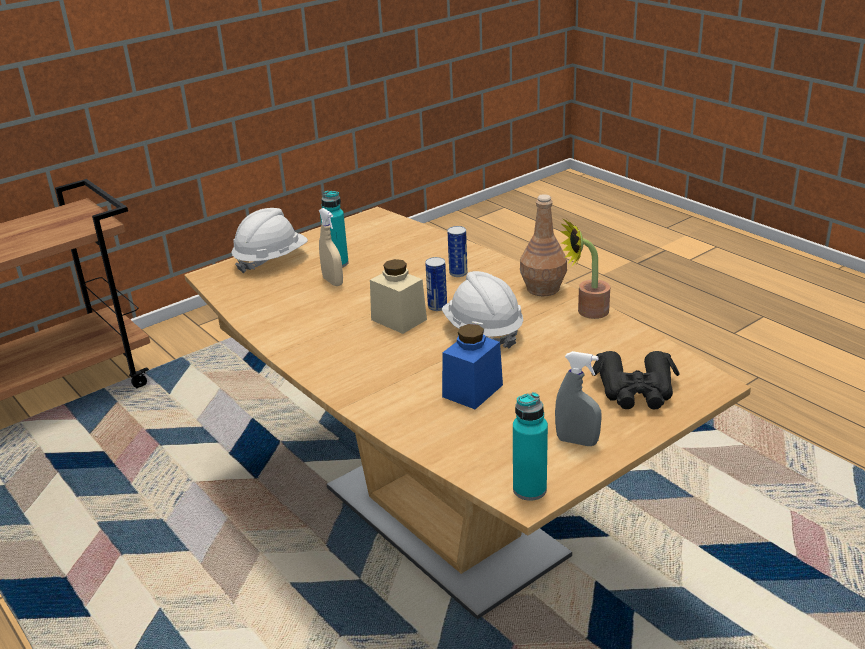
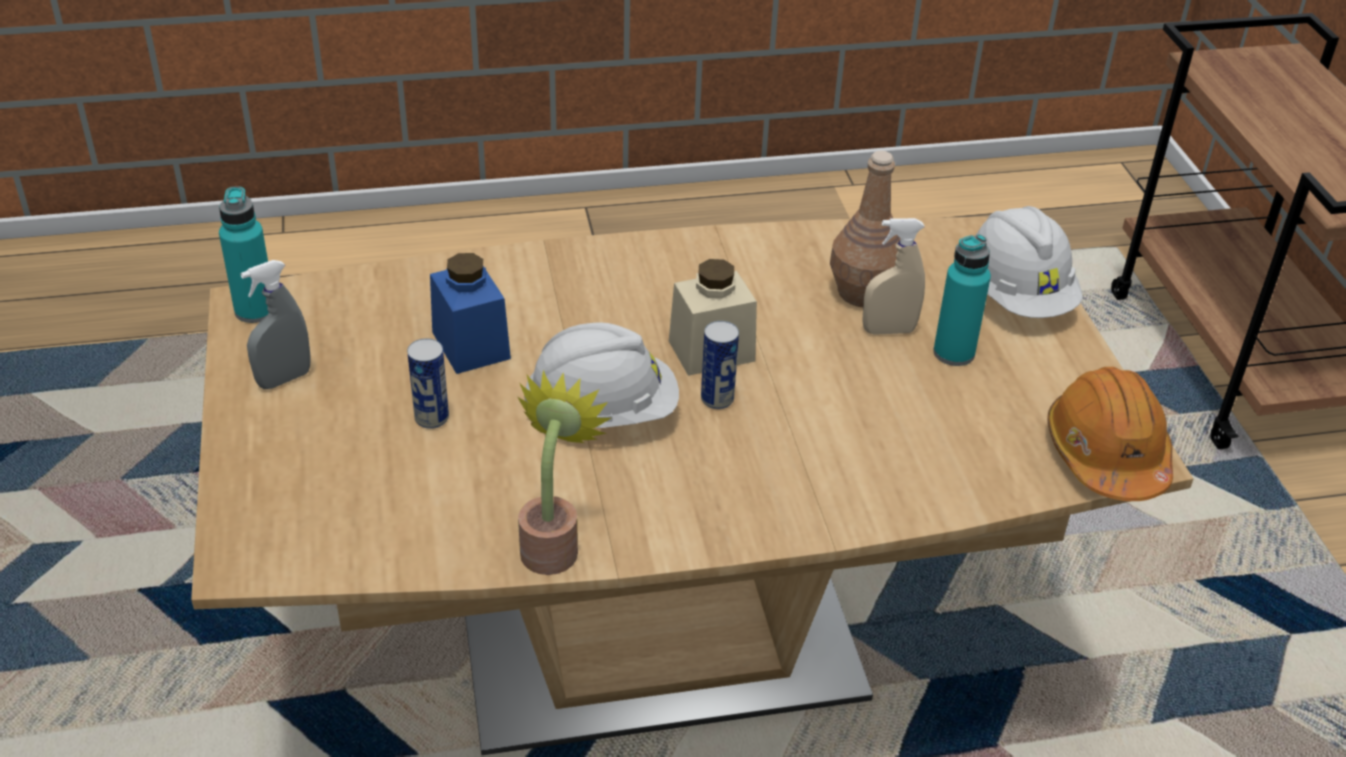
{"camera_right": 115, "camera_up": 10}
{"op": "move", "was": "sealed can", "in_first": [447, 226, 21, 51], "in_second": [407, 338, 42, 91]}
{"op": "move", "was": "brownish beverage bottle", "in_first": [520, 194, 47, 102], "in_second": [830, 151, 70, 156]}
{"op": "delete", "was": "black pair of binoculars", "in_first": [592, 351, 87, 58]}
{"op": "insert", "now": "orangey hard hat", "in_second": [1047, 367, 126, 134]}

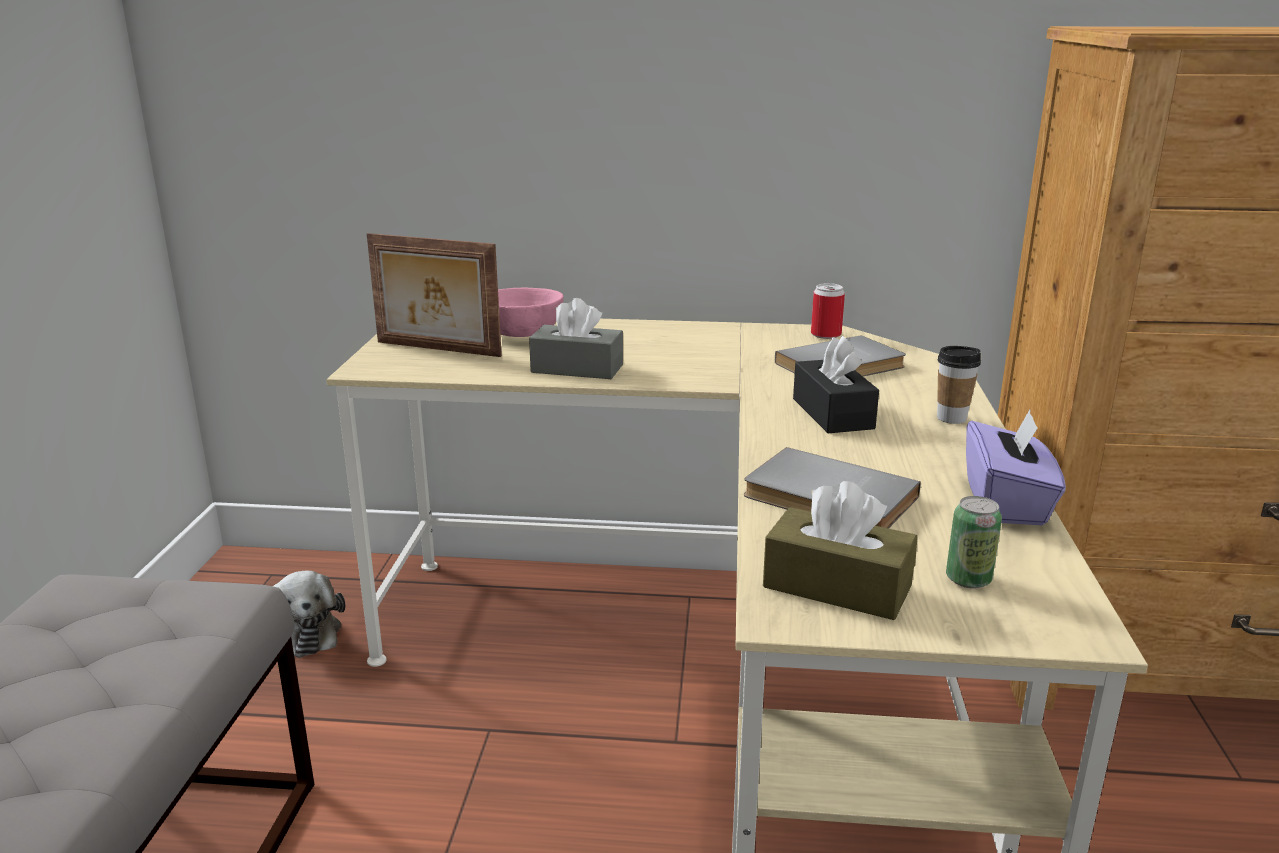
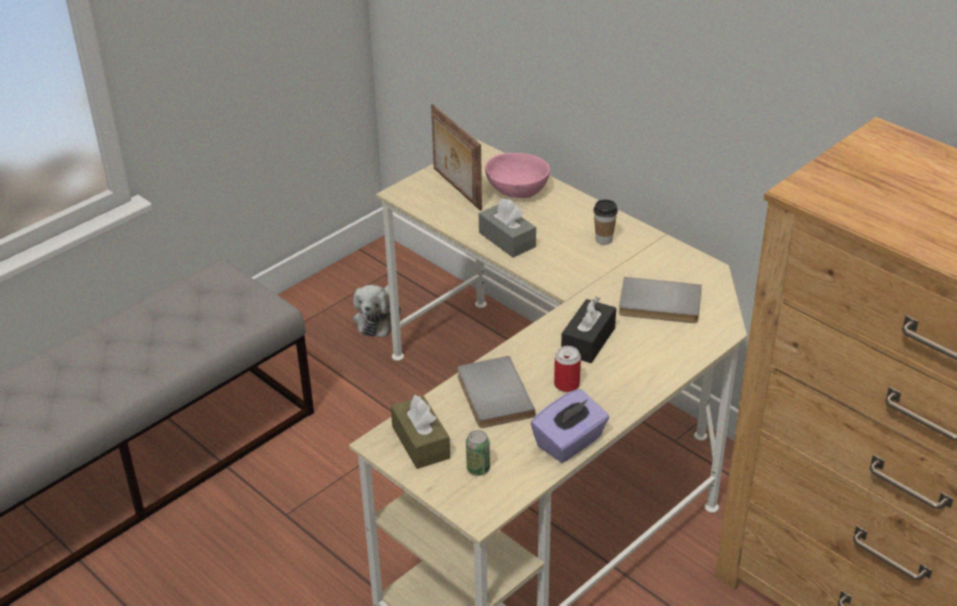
{"camera_right": 40, "camera_up": 15}
{"op": "move", "was": "sealed can", "in_first": [811, 283, 34, 56], "in_second": [554, 346, 27, 46]}
{"op": "move", "was": "drinking cup", "in_first": [937, 346, 44, 78], "in_second": [593, 199, 25, 46]}

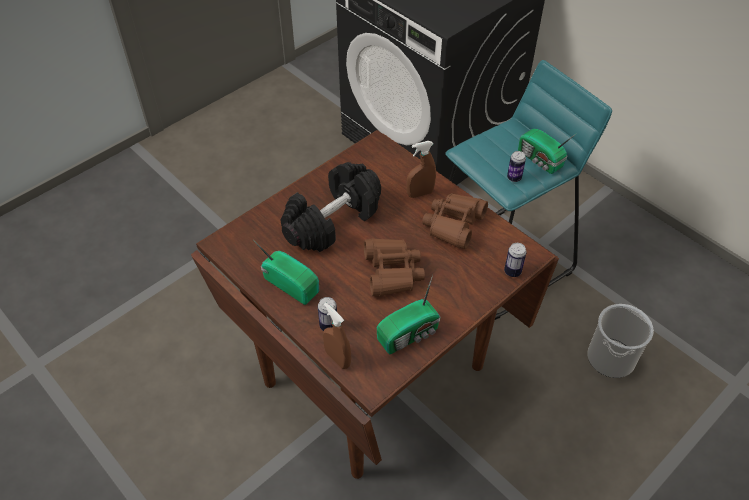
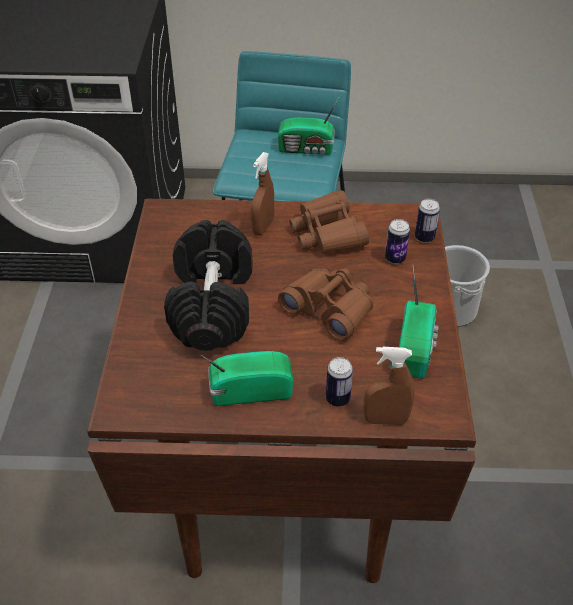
{"camera_right": -45, "camera_up": -5}
{"op": "move", "was": "sealed can", "in_first": [507, 151, 19, 31], "in_second": [385, 219, 25, 45]}

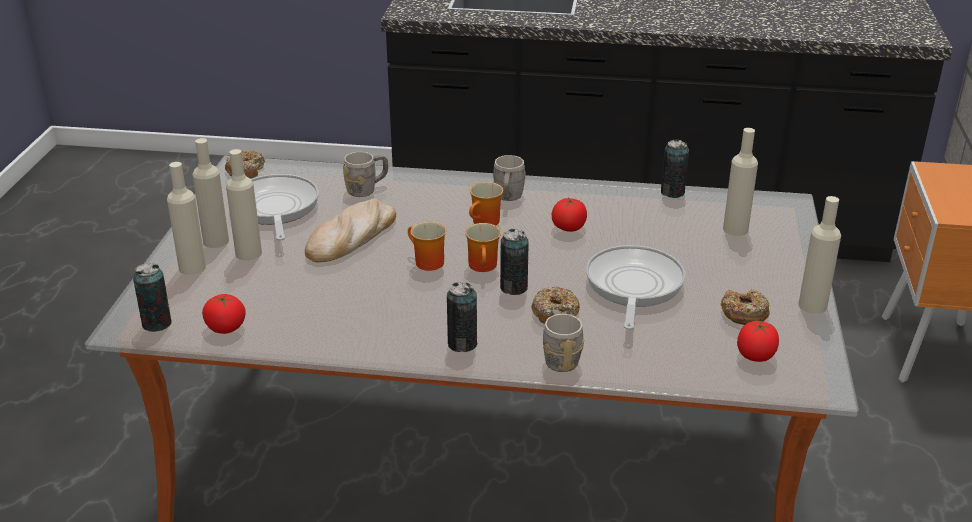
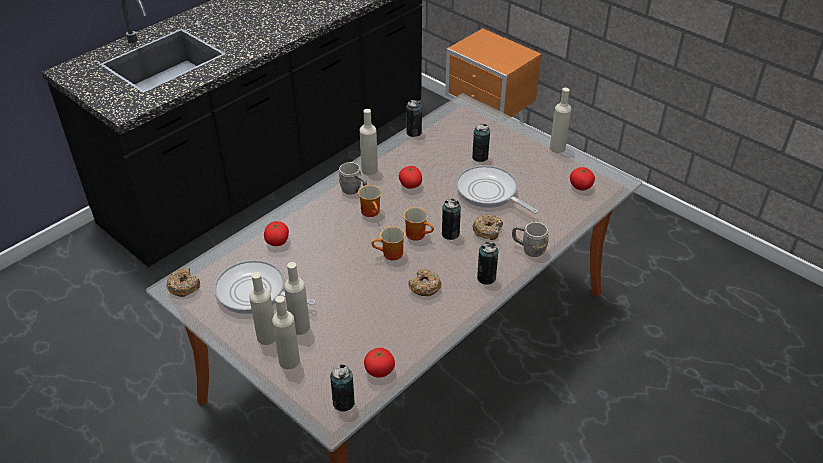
{"camera_right": -55, "camera_up": 10}
{"op": "delete", "was": "baked bread", "in_first": [305, 199, 91, 63]}
{"op": "replace", "was": "gray mug", "now": "whole tomato", "in_first": [343, 152, 45, 45], "in_second": [264, 221, 25, 25]}
{"op": "move", "was": "doughnut", "in_first": [721, 289, 49, 36], "in_second": [408, 269, 34, 27]}
{"op": "move", "was": "beige beverage bottle", "in_first": [723, 128, 35, 108], "in_second": [360, 109, 18, 66]}
{"op": "insert", "now": "sealed can", "in_second": [472, 124, 18, 38]}

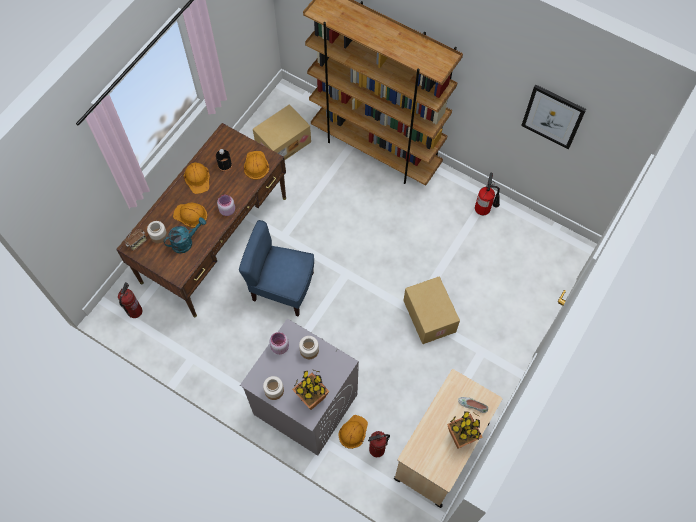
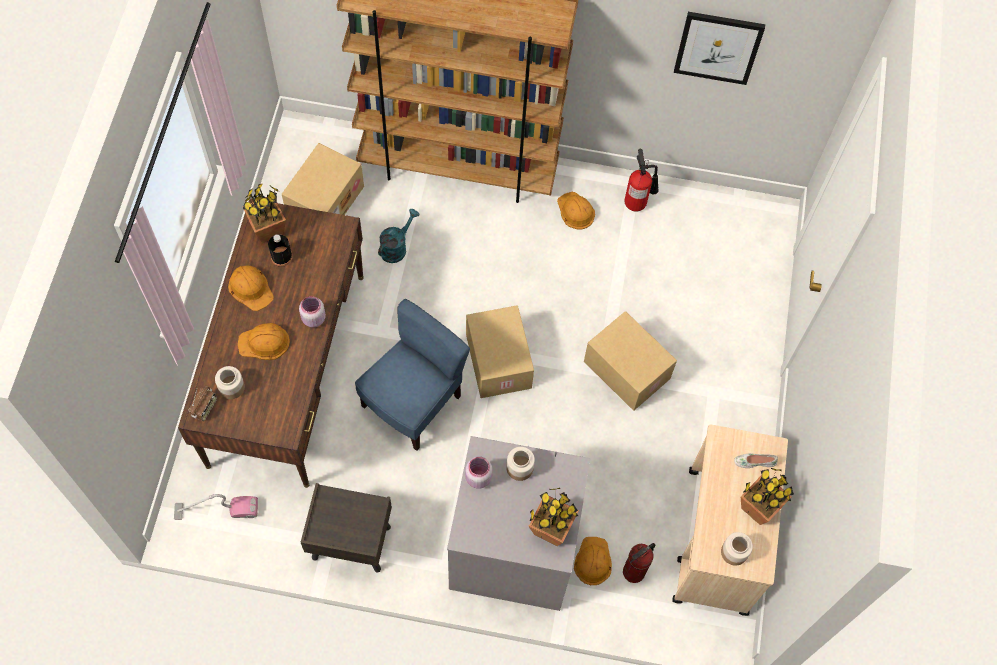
{"camera_right": -25, "camera_up": 0}
{"op": "replace", "was": "extinguisher", "now": "hoover", "in_first": [118, 282, 25, 36], "in_second": [174, 494, 84, 26]}
{"op": "move", "was": "blue-green watering can", "in_first": [163, 217, 43, 37], "in_second": [378, 209, 41, 54]}
{"op": "rotate", "was": "bluish chair", "in_first": [239, 220, 75, 97], "in_second": [355, 299, 115, 152], "clockwise": 135}
{"op": "move", "was": "orangey hard hat", "in_first": [244, 151, 25, 29], "in_second": [557, 192, 38, 37]}
{"op": "move", "was": "storage jar", "in_first": [263, 376, 21, 24], "in_second": [721, 532, 32, 34]}
{"op": "insert", "now": "potted plant", "in_second": [242, 183, 44, 60]}
{"op": "insert", "now": "brownish night table", "in_second": [301, 483, 91, 90]}
{"op": "insert", "now": "carton", "in_second": [466, 305, 68, 93]}

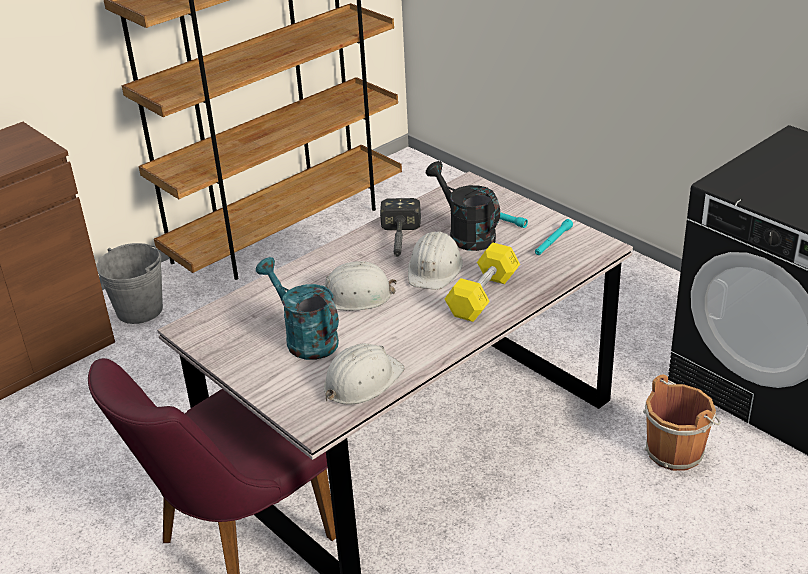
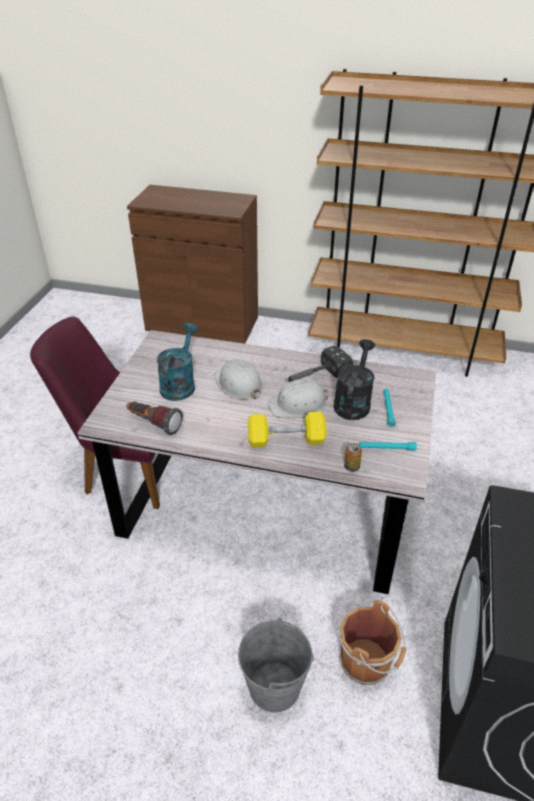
{"camera_right": 55, "camera_up": 5}
{"op": "move", "was": "gray bucket", "in_first": [96, 243, 67, 81], "in_second": [238, 617, 76, 96]}
{"op": "replace", "was": "whitish hard hat", "now": "hand torch", "in_first": [324, 344, 81, 60], "in_second": [126, 401, 57, 34]}
{"op": "insert", "now": "sealed can", "in_second": [344, 443, 18, 29]}

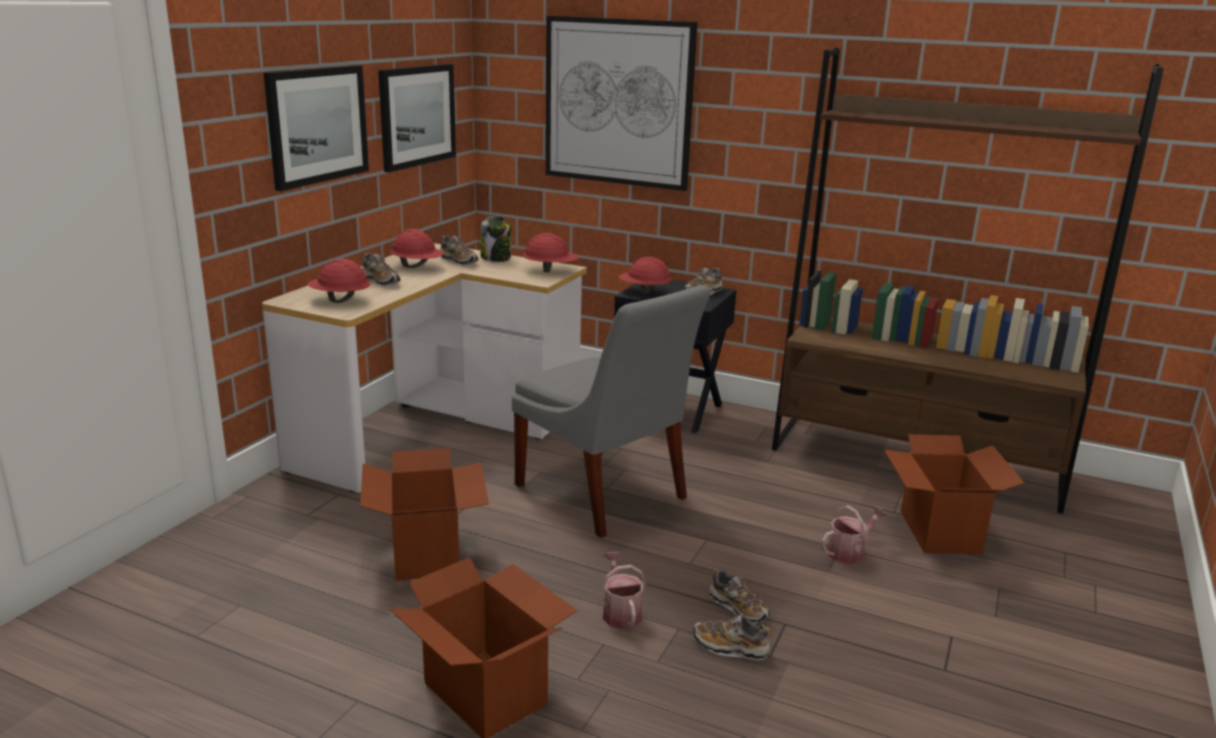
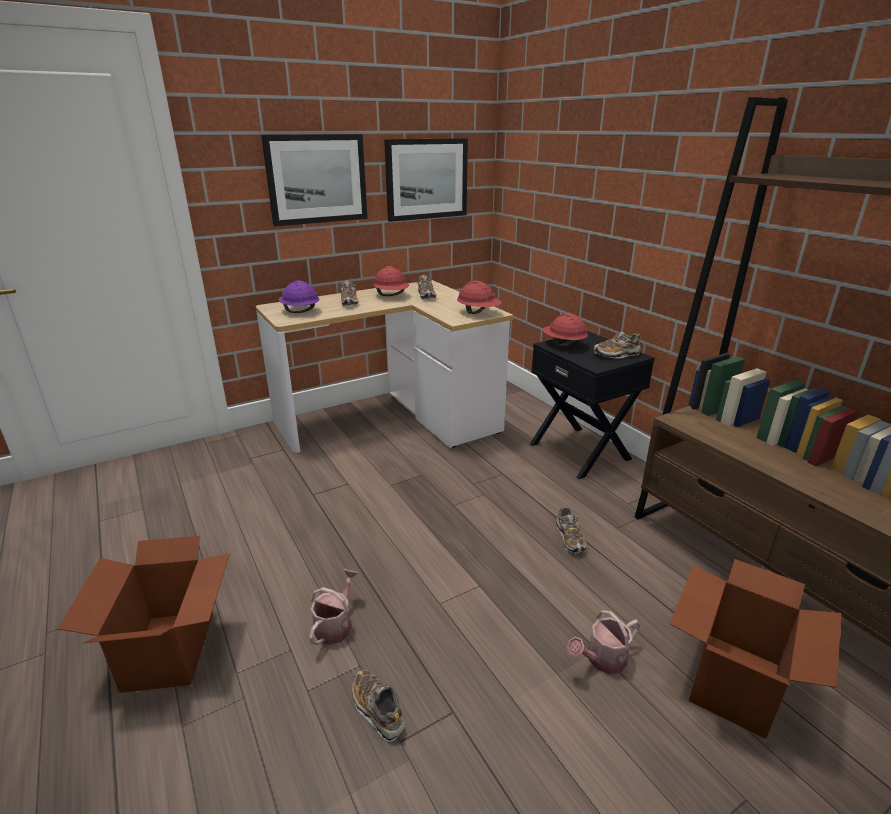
{"camera_right": 35, "camera_up": 5}
{"op": "recolor", "was": "red hard hat", "now": "purple-coloured hard hat", "in_first": [308, 259, 62, 44], "in_second": [278, 280, 41, 33]}
{"op": "delete", "was": "carton", "in_first": [360, 448, 129, 133]}
{"op": "delete", "was": "storage jar", "in_first": [481, 216, 30, 46]}
{"op": "delete", "was": "gray chair", "in_first": [512, 285, 199, 253]}
{"op": "delete", "was": "wall picture", "in_first": [546, 16, 151, 175]}
{"op": "move", "was": "low shoe", "in_first": [709, 569, 61, 55], "in_second": [556, 505, 30, 49]}
{"op": "rotate", "was": "watering can", "in_first": [821, 505, 66, 59], "in_second": [567, 610, 74, 64], "clockwise": 150}

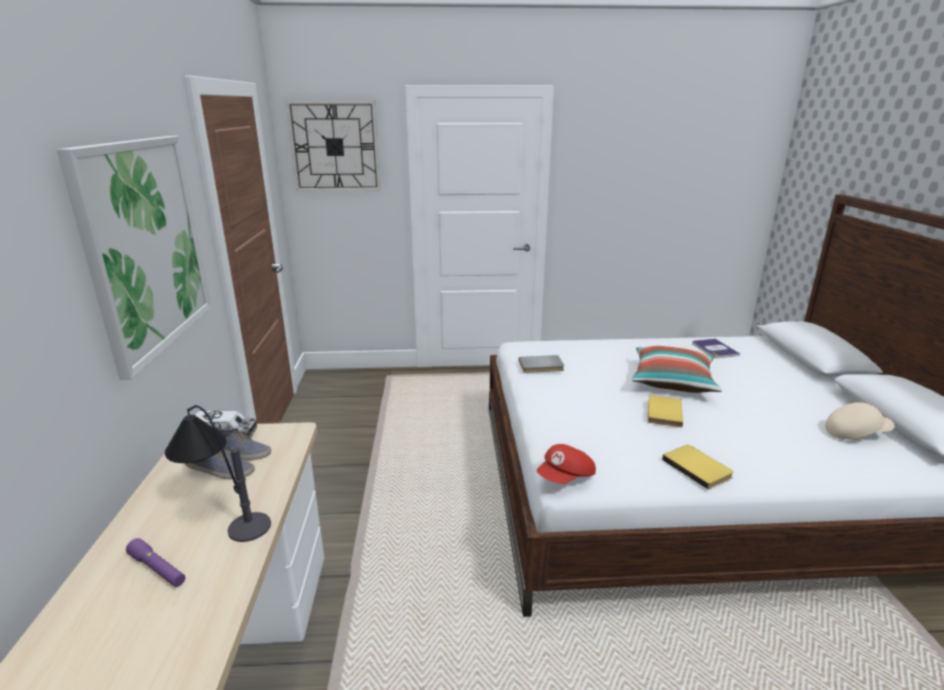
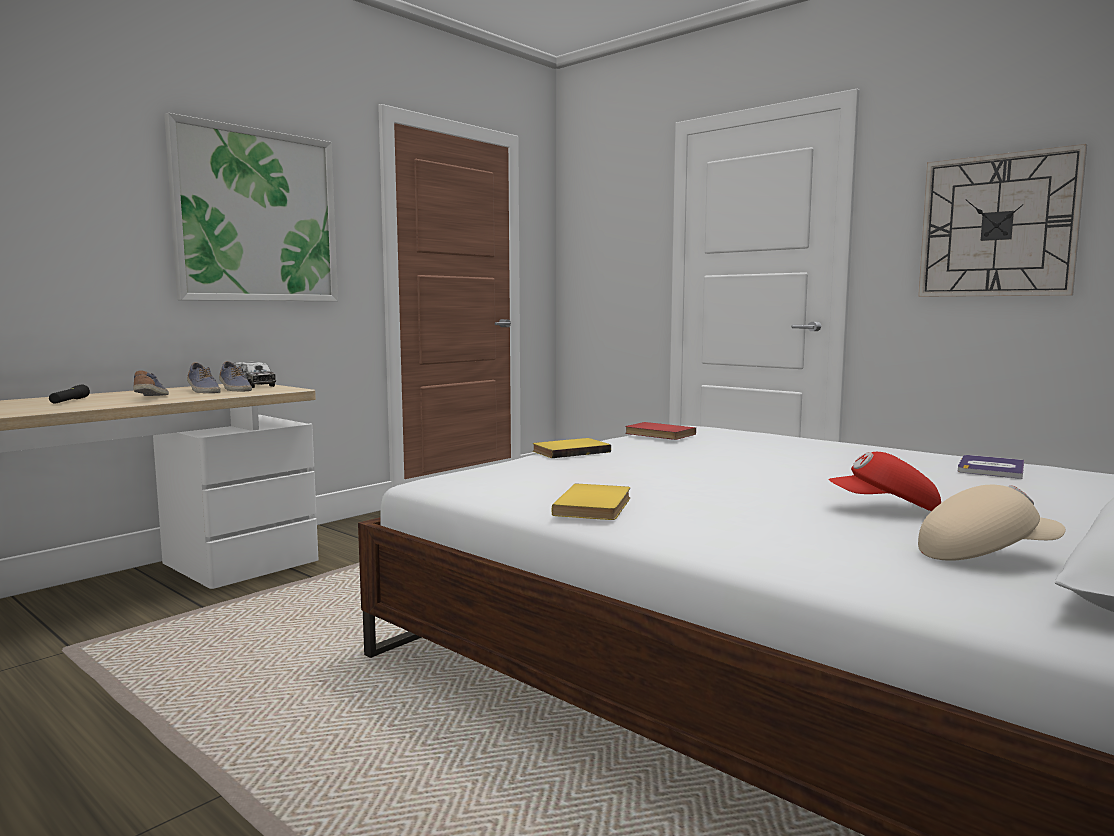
{"camera_right": 45, "camera_up": -15}
{"op": "recolor", "was": "purple-coloured hand torch", "now": "black hand torch", "in_first": [126, 538, 60, 49], "in_second": [49, 385, 41, 19]}
{"op": "replace", "was": "lamp for a table", "now": "low shoe", "in_first": [165, 405, 106, 137], "in_second": [133, 370, 36, 26]}
{"op": "move", "was": "clock on the wall", "in_first": [286, 101, 95, 91], "in_second": [918, 144, 169, 153]}
{"op": "recolor", "was": "gray bound book", "now": "red bound book", "in_first": [519, 355, 45, 18], "in_second": [625, 422, 71, 18]}
{"op": "move", "was": "red cap", "in_first": [537, 444, 59, 40], "in_second": [828, 452, 113, 59]}
{"op": "delete", "was": "throw pillow", "in_first": [632, 346, 90, 47]}
{"op": "move", "was": "yellow-coloured bound book", "in_first": [648, 395, 35, 32], "in_second": [533, 438, 78, 20]}
{"op": "rotate", "was": "beige cap", "in_first": [825, 402, 70, 37], "in_second": [918, 485, 148, 76], "clockwise": -45}

